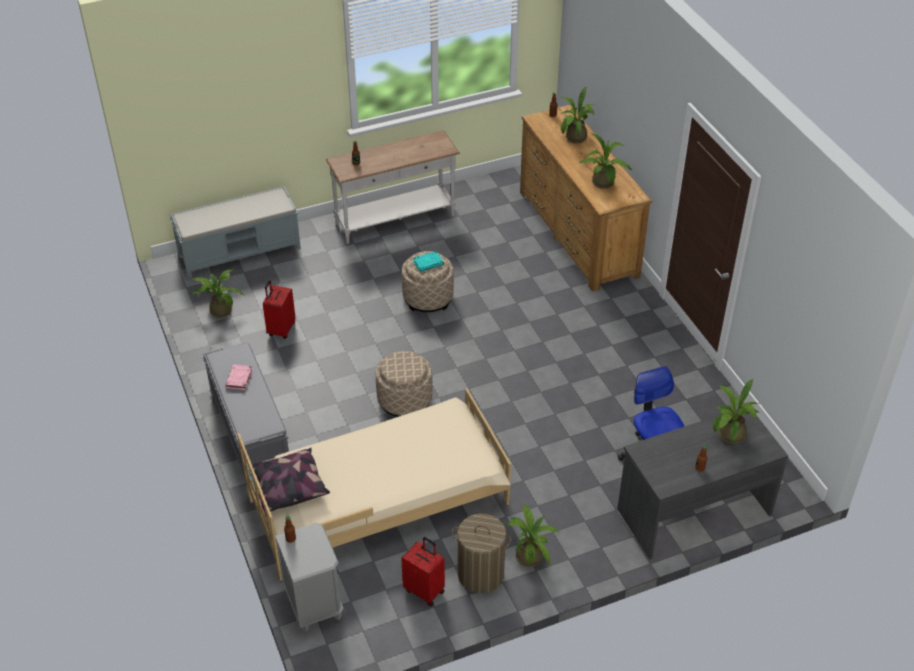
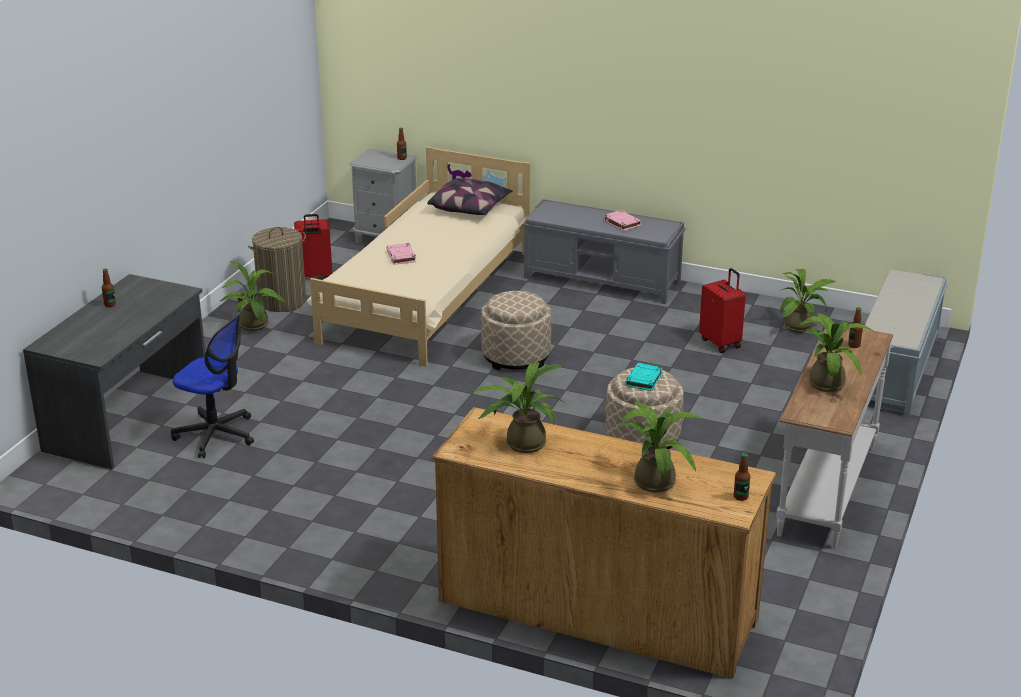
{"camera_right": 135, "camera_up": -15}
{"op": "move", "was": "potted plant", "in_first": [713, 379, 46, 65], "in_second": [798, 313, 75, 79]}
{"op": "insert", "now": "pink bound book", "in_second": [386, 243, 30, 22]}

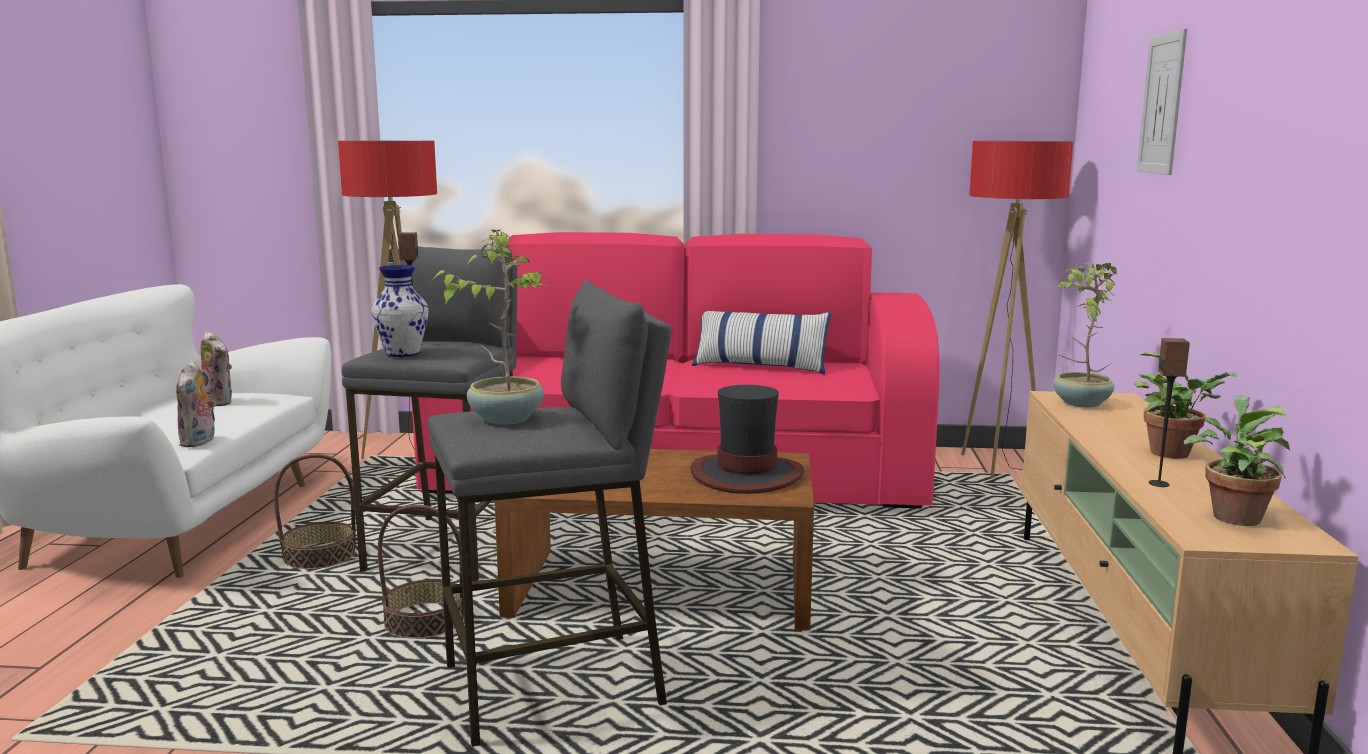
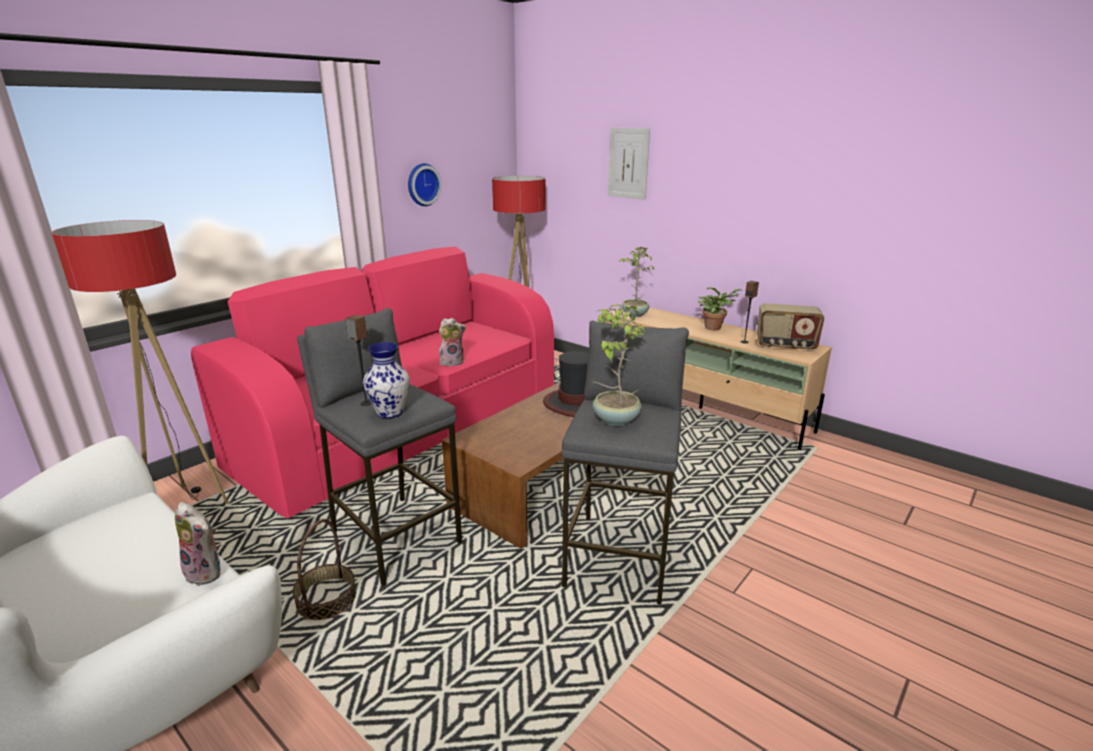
{"camera_right": -55, "camera_up": 10}
{"op": "move", "was": "plush toy", "in_first": [200, 331, 33, 75], "in_second": [439, 318, 27, 48]}
{"op": "delete", "was": "basket", "in_first": [378, 505, 86, 133]}
{"op": "delete", "was": "throw pillow", "in_first": [692, 311, 140, 63]}
{"op": "replace", "was": "potted plant", "now": "radio", "in_first": [1184, 395, 106, 131], "in_second": [757, 303, 68, 48]}
{"op": "insert", "now": "clock on the wall", "in_second": [408, 163, 34, 43]}

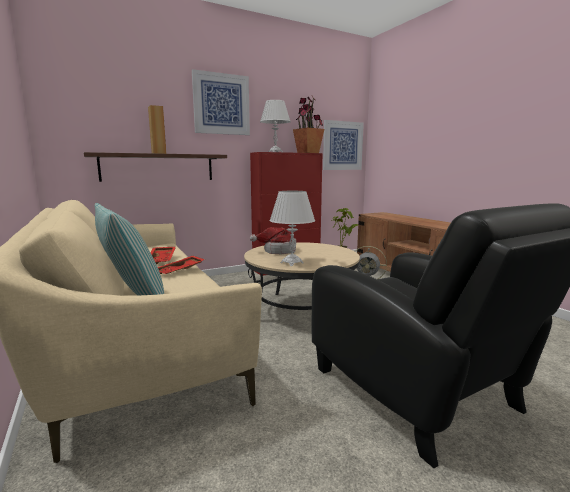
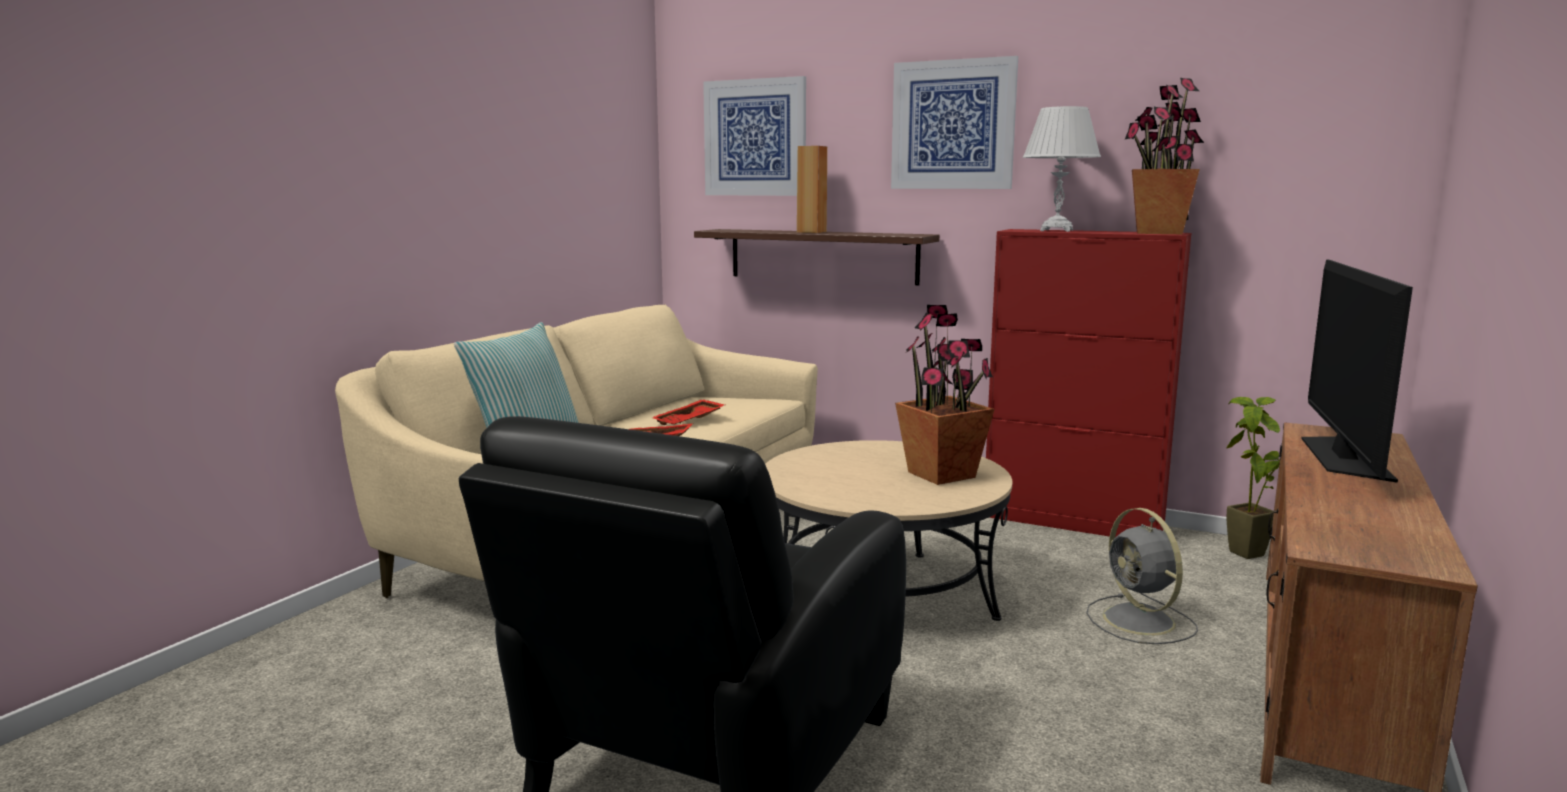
{"camera_right": 55, "camera_up": 0}
{"op": "delete", "was": "clothing hat", "in_first": [250, 227, 46, 27]}
{"op": "delete", "was": "whitish lamp for a table", "in_first": [270, 191, 45, 75]}
{"op": "move", "was": "wall picture", "in_first": [323, 120, 41, 50], "in_second": [703, 76, 103, 120]}
{"op": "insert", "now": "potted plant", "in_second": [895, 305, 99, 180]}
{"op": "insert", "now": "TV", "in_second": [1301, 260, 112, 223]}

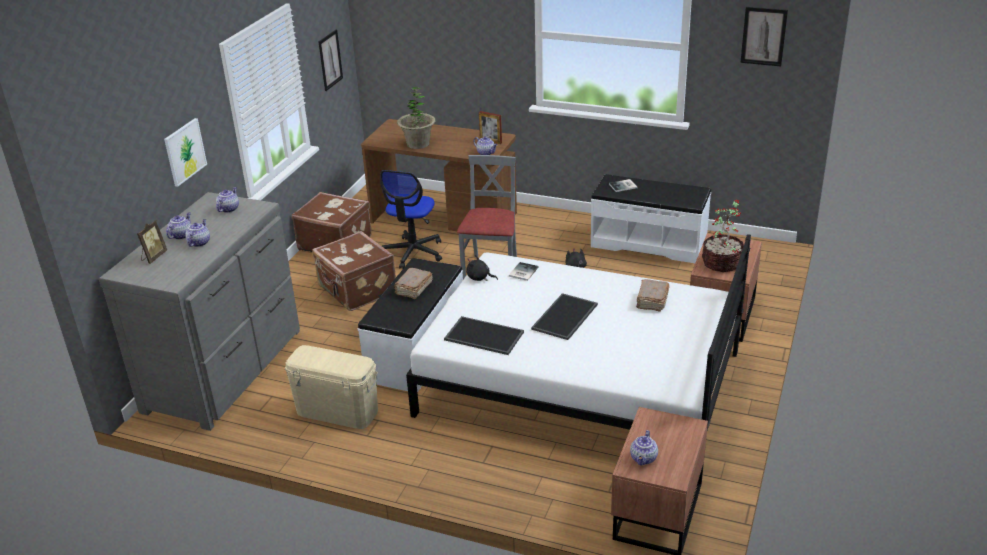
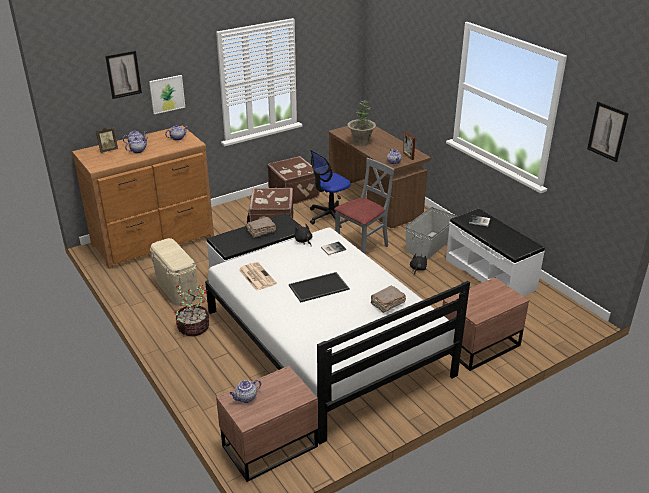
{"camera_right": 35, "camera_up": 0}
{"op": "recolor", "was": "gray dresser", "now": "brownish dresser", "in_first": [99, 192, 201, 239], "in_second": [72, 125, 142, 144]}
{"op": "move", "was": "wall picture", "in_first": [319, 30, 24, 61], "in_second": [105, 51, 37, 48]}
{"op": "replace", "was": "serving tray", "now": "daily paper", "in_first": [444, 316, 80, 39], "in_second": [239, 262, 38, 29]}
{"op": "move", "was": "potted plant", "in_first": [702, 200, 42, 72], "in_second": [174, 285, 35, 51]}
{"op": "insert", "now": "gray storage container", "in_second": [405, 207, 52, 53]}

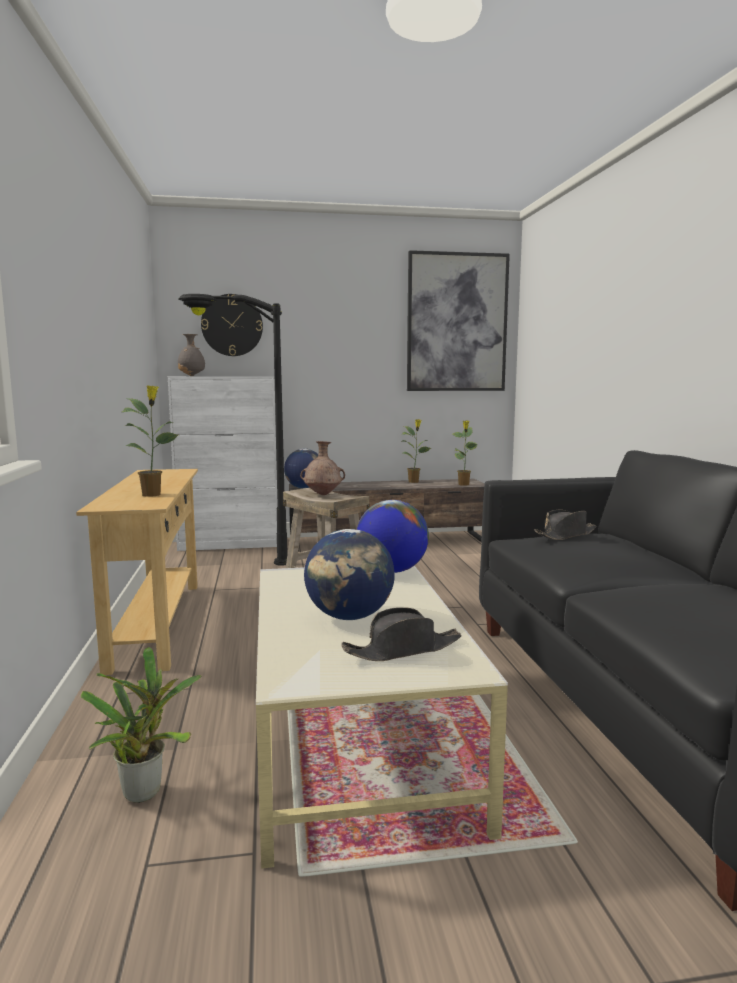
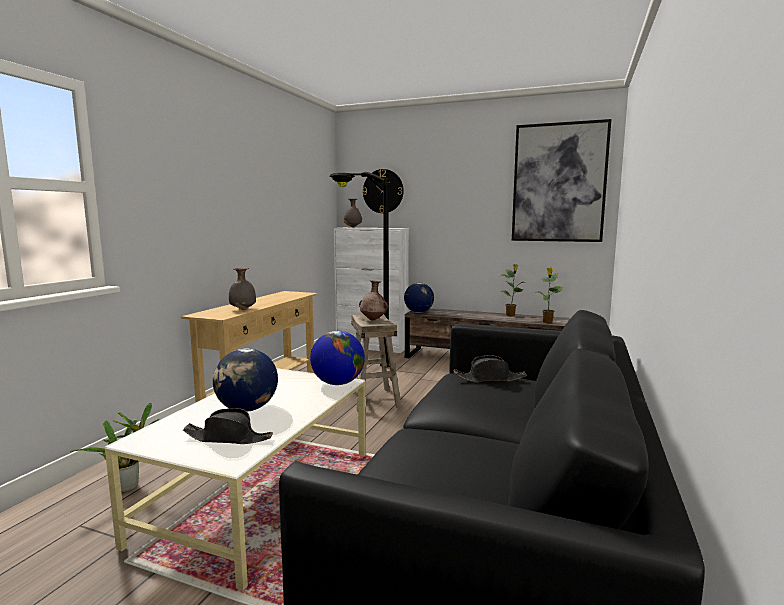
{"camera_right": 30, "camera_up": 0}
{"op": "replace", "was": "potted plant", "now": "gray decorative vase", "in_first": [122, 385, 56, 112], "in_second": [229, 268, 27, 42]}

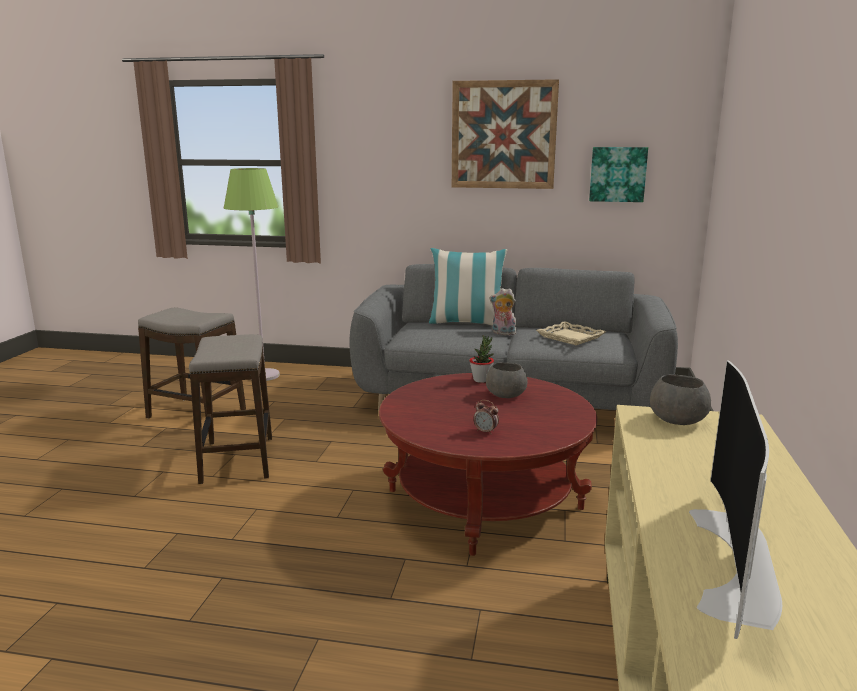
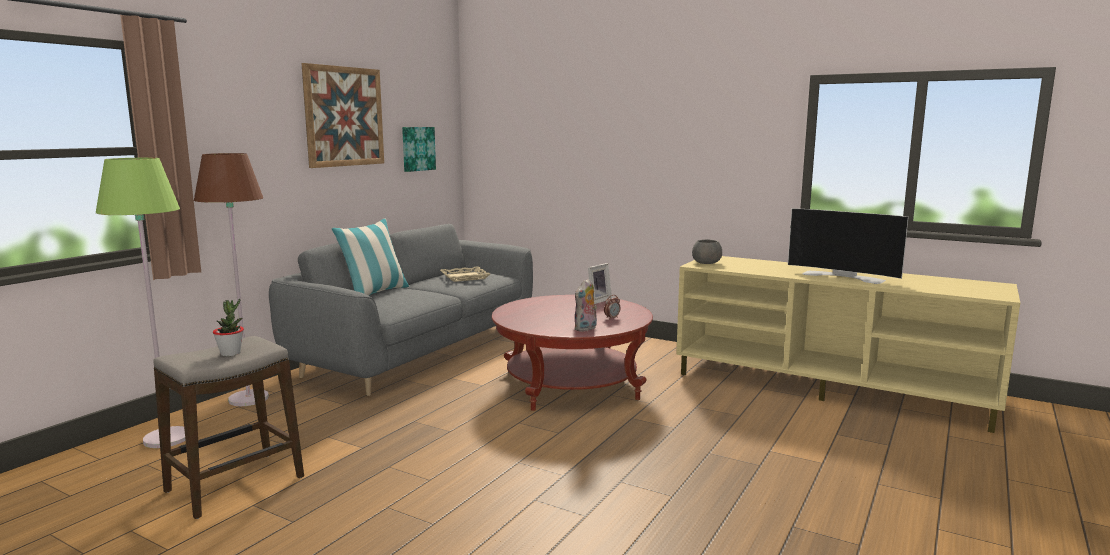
{"camera_right": -70, "camera_up": -5}
{"op": "delete", "was": "stool", "in_first": [189, 334, 83, 150]}
{"op": "move", "was": "potted plant", "in_first": [469, 335, 25, 48], "in_second": [213, 299, 31, 57]}
{"op": "delete", "was": "gray serving bowl", "in_first": [486, 362, 42, 36]}
{"op": "move", "was": "plush toy", "in_first": [490, 288, 26, 47], "in_second": [575, 278, 22, 54]}
{"op": "insert", "now": "brownish standard lamp", "in_second": [194, 153, 75, 253]}
{"op": "insert", "now": "standing frame", "in_second": [588, 263, 24, 41]}

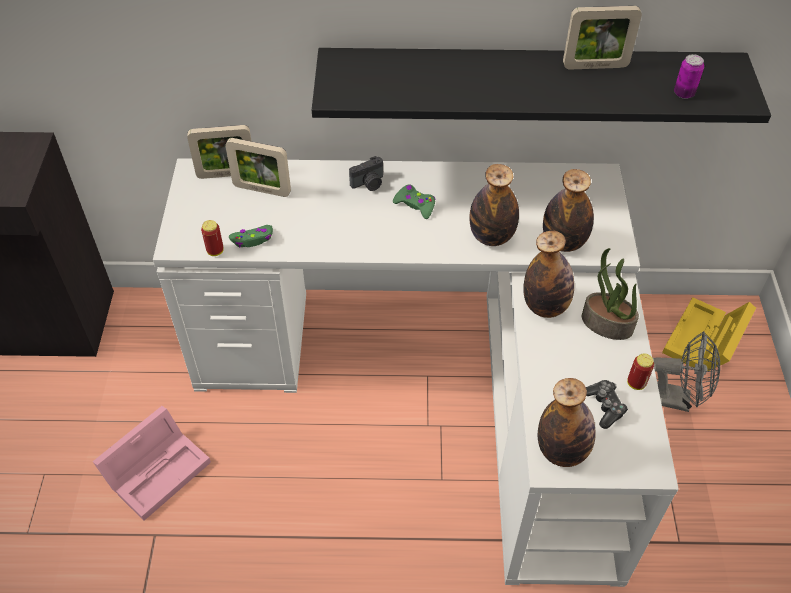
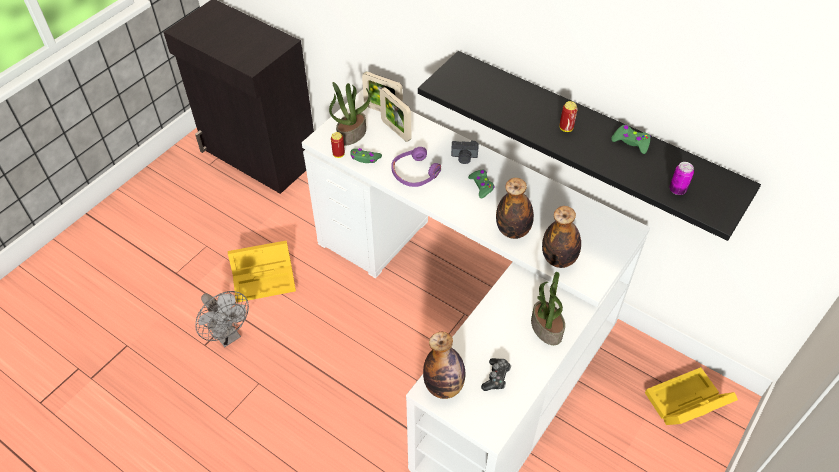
{"camera_right": 35, "camera_up": 0}
{"op": "recolor", "was": "pink storage container", "now": "yellow-coloured storage container", "in_first": [93, 406, 118, 115], "in_second": [228, 240, 68, 63]}
{"op": "delete", "was": "beverage bottle", "in_first": [523, 231, 51, 87]}
{"op": "replace", "was": "standing frame", "now": "greenish joypad", "in_first": [563, 6, 79, 63], "in_second": [611, 125, 40, 29]}
{"op": "move", "was": "sealed can", "in_first": [627, 353, 27, 37], "in_second": [559, 101, 19, 31]}
{"op": "move", "was": "gray cooling fan", "in_first": [653, 331, 67, 81], "in_second": [196, 291, 53, 56]}
{"op": "insert", "now": "potted plant", "in_second": [329, 82, 41, 64]}
{"op": "insert", "now": "purple-coloured pair of headphones", "in_second": [391, 147, 50, 40]}

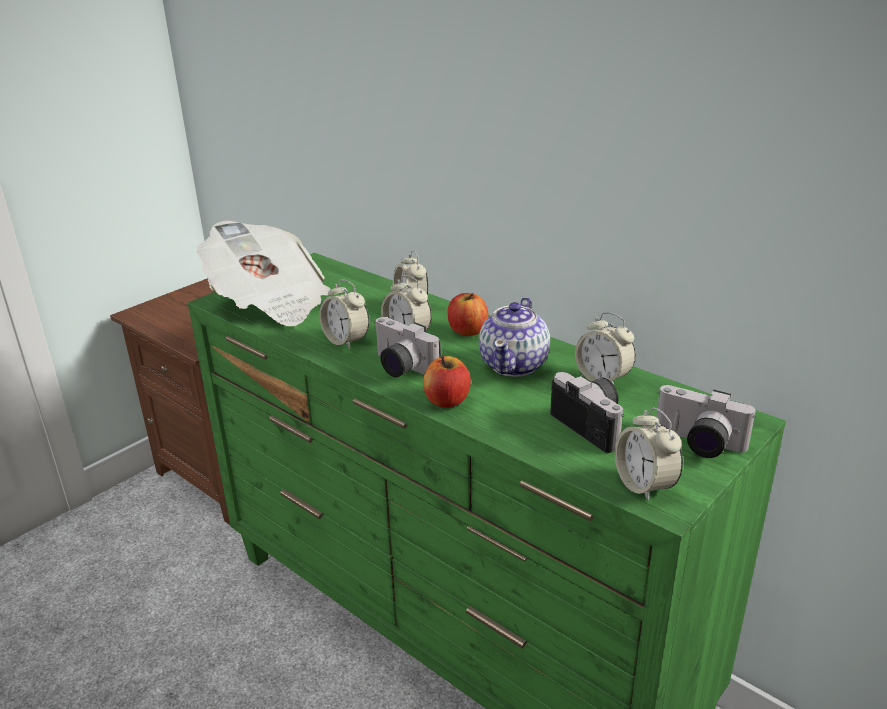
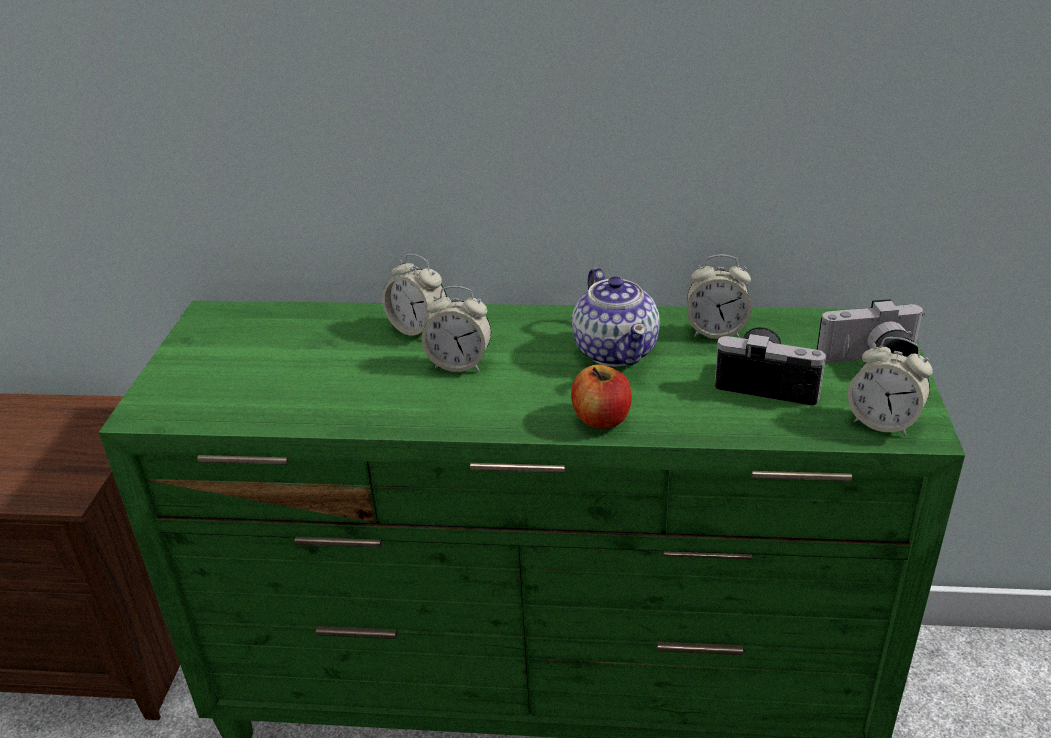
{"camera_right": -35, "camera_up": 5}
{"op": "delete", "was": "daily paper", "in_first": [196, 220, 135, 106]}
{"op": "delete", "was": "bedside clock", "in_first": [319, 279, 50, 70]}
{"op": "delete", "was": "still camera", "in_first": [374, 317, 67, 60]}
{"op": "delete", "was": "whole apple", "in_first": [448, 293, 40, 43]}

